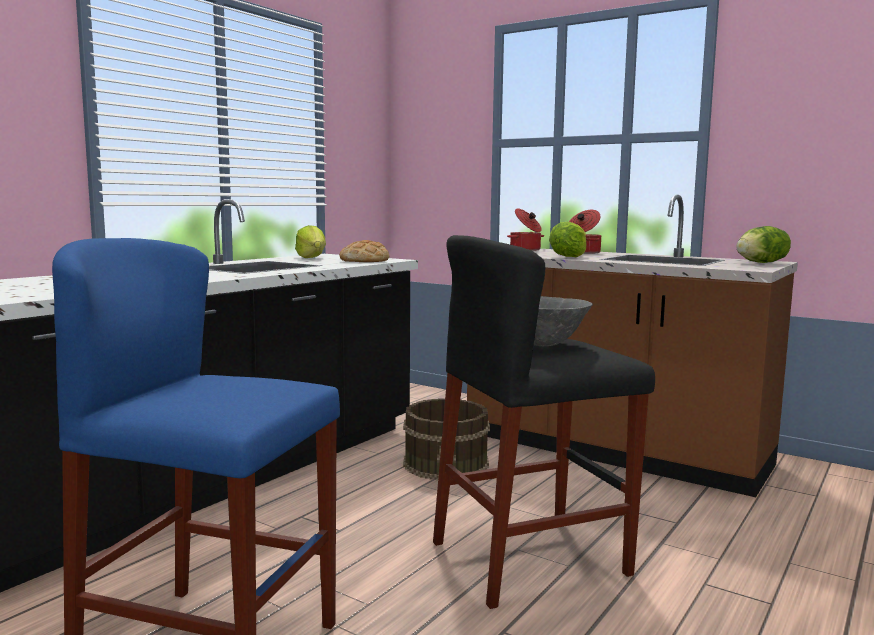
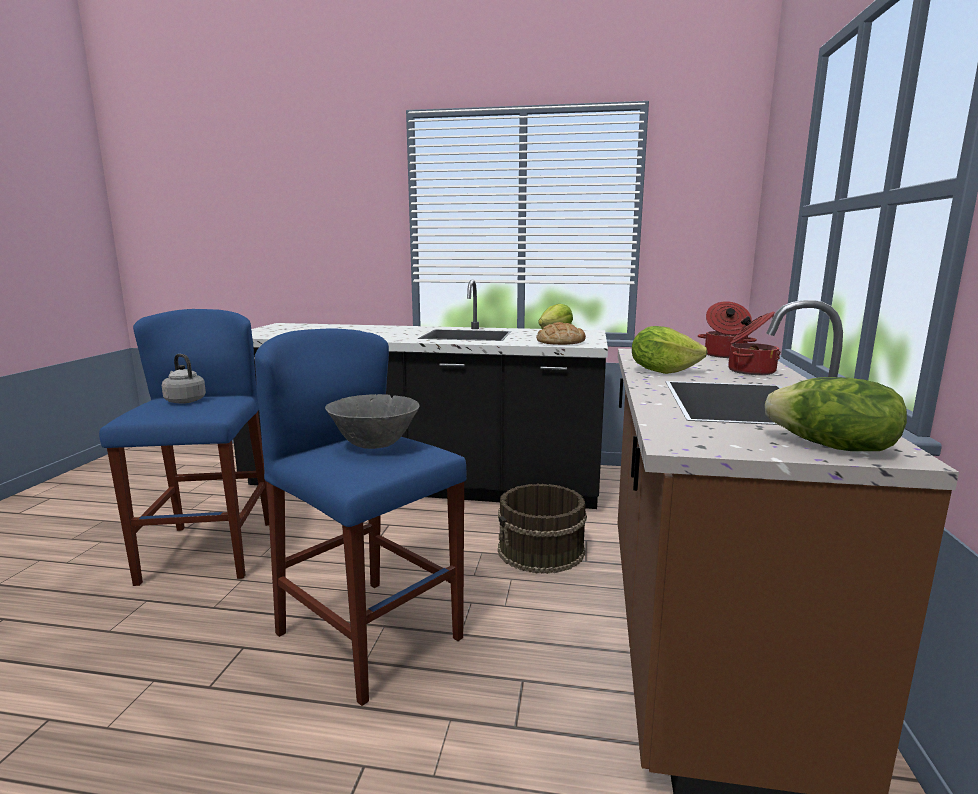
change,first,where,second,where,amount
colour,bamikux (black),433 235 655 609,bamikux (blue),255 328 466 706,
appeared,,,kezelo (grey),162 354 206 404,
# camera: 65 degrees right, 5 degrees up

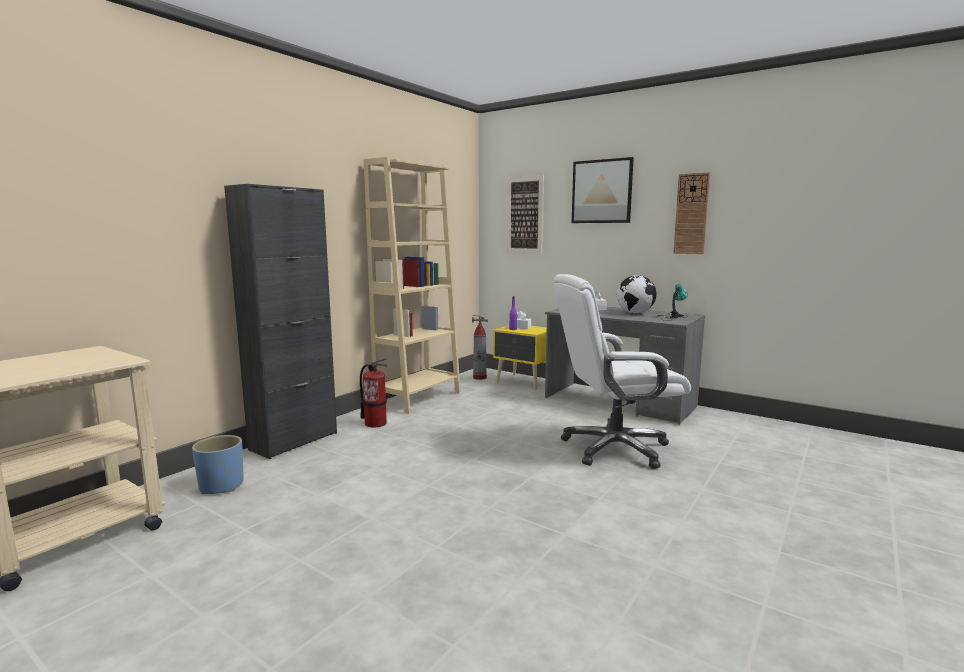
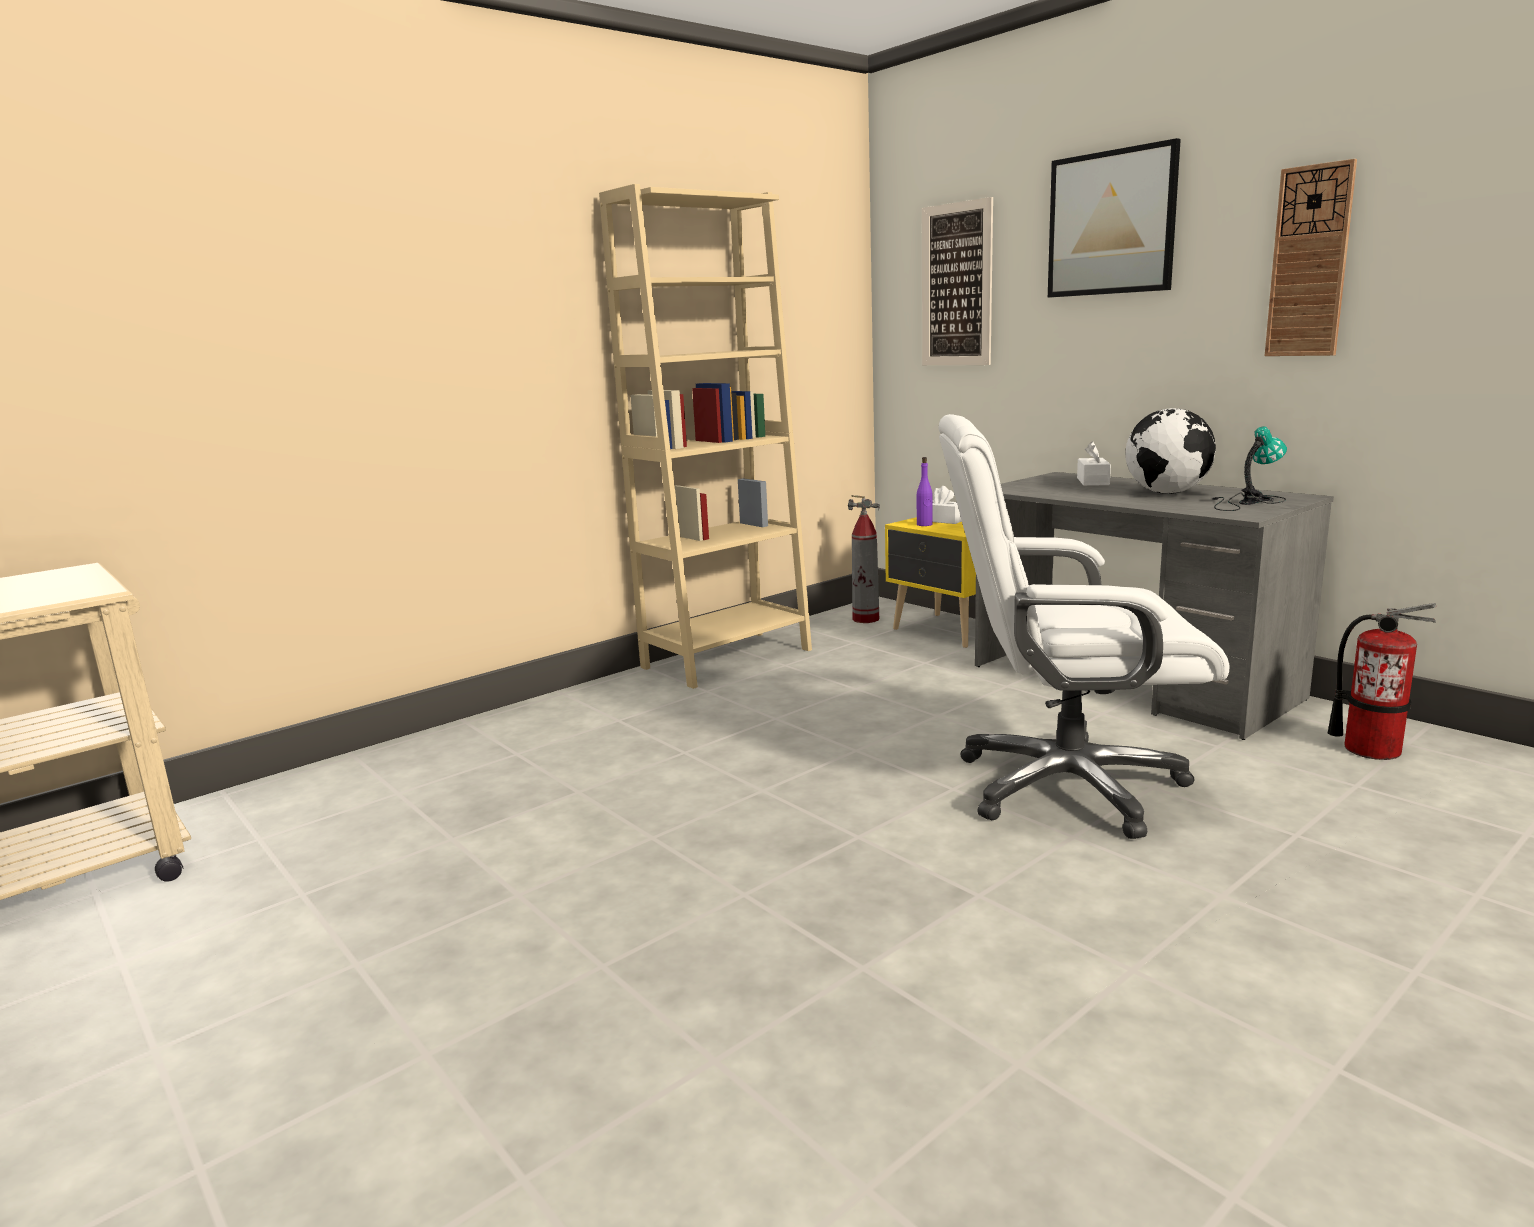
change,first,where,second,where,amount
missing,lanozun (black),224 184 337 459,,,
relocated,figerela,360 358 387 427,,1328 603 1436 760,
missing,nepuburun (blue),192 435 244 494,,,
# camera: 15 degrees right, 5 degrees up

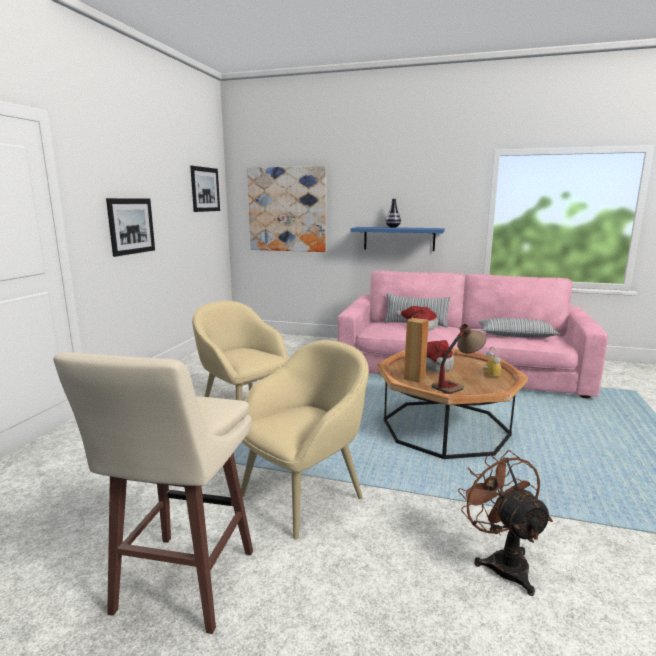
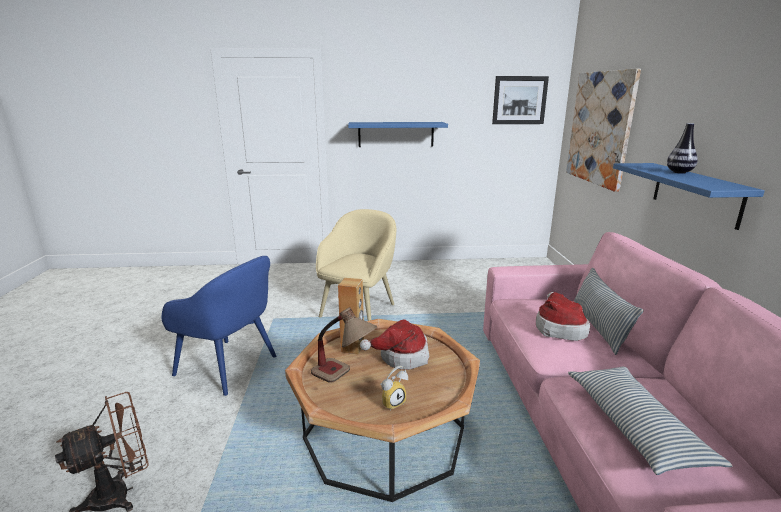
change,first,where,second,where,amount
exchanged,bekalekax,106 198 155 257,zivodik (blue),348 122 448 147,
colour,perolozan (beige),241 340 369 540,perolozan (blue),161 256 277 396,
missing,bamikux (beige),53 352 253 634,,,
# camera: 70 degrees right, 5 degrees up

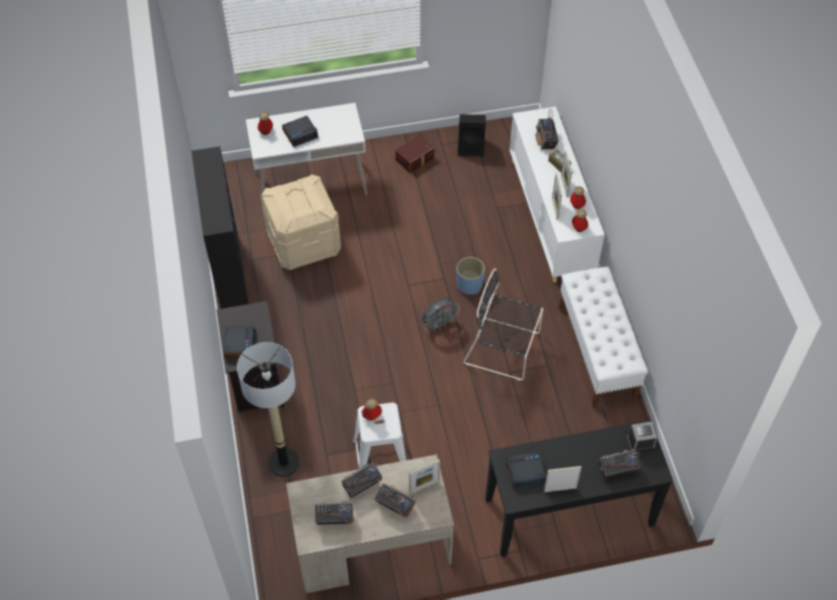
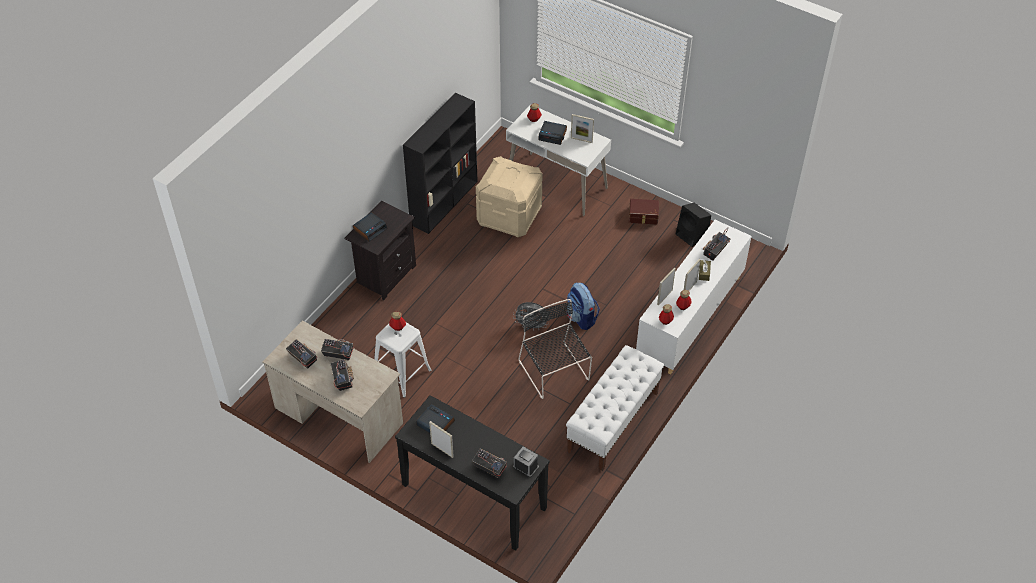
change,first,where,second,where,amount
exchanged,nepuburun (blue),457 257 485 295,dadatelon,566 283 600 330,
missing,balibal,237 342 300 477,,,
relocated,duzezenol,409 460 440 494,,571 114 594 143,
# camera: 45 degrees right, 5 degrees down

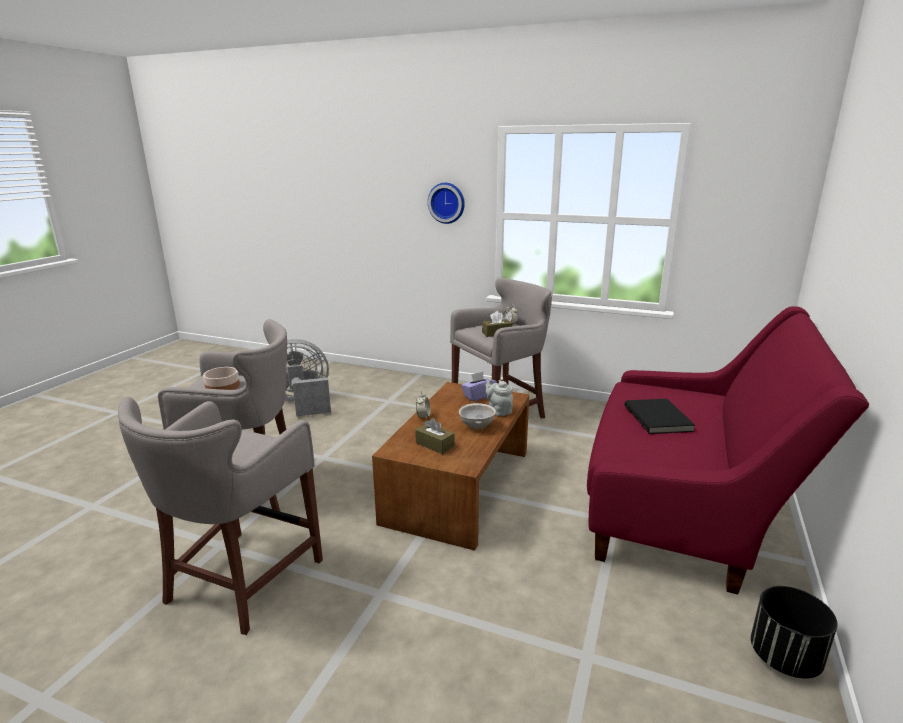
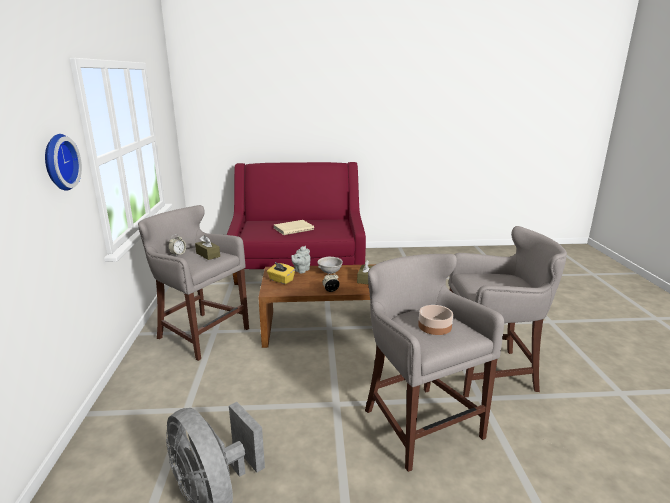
change,first,where,second,where,amount
colour,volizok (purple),461 372 497 401,volizok (yellow),267 262 295 284,
colour,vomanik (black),625 399 695 434,vomanik (beige),274 220 314 235,
missing,nepuburun (black),751 586 838 679,,,
# camera: 115 degrees left, 0 degrees up

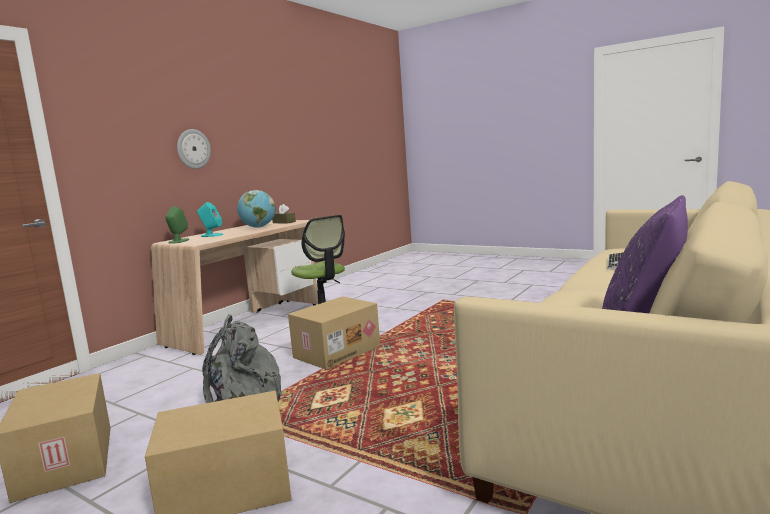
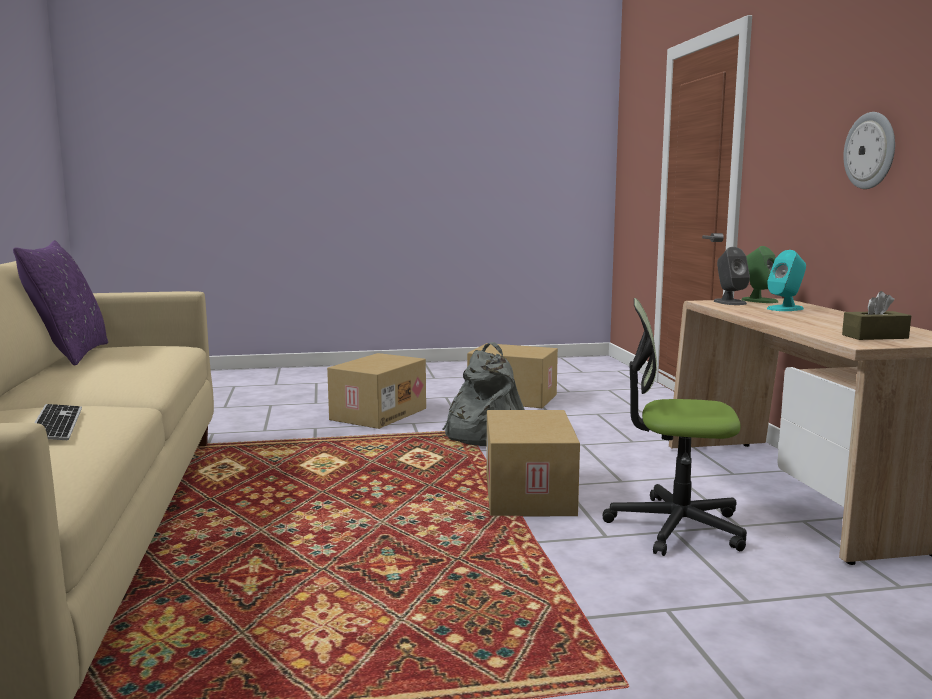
change,first,where,second,where,amount
missing,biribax,237 190 275 228,,,
appeared,,,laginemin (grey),714 247 750 305,
# camera: 135 degrees right, 0 degrees up

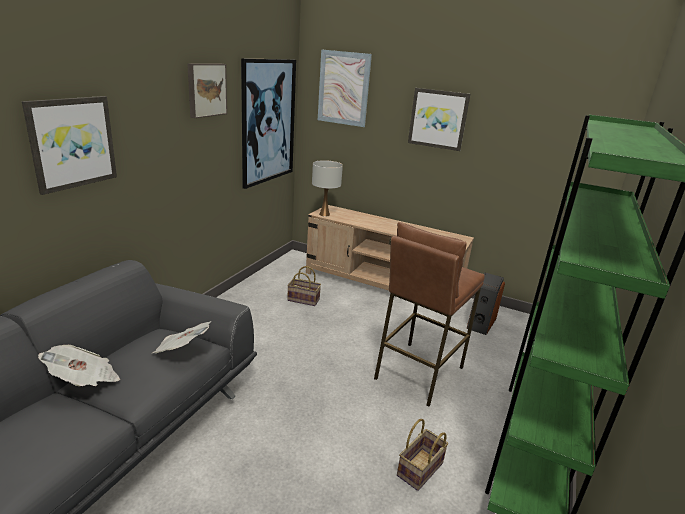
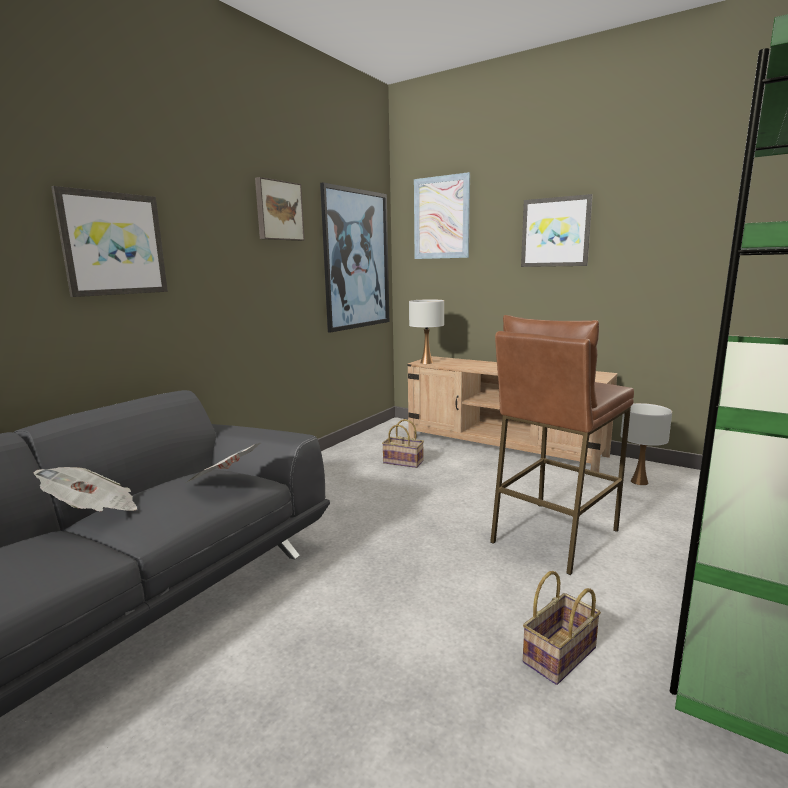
change,first,where,second,where,amount
exchanged,laginemin,467 273 505 335,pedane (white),621 403 672 485,
# camera: 10 degrees right, 10 degrees down

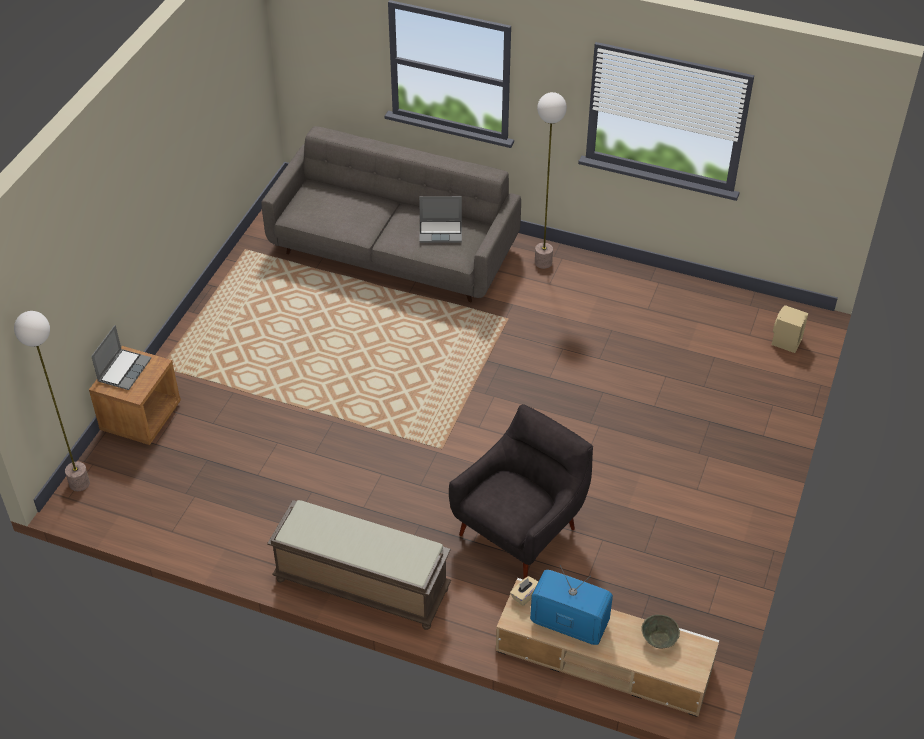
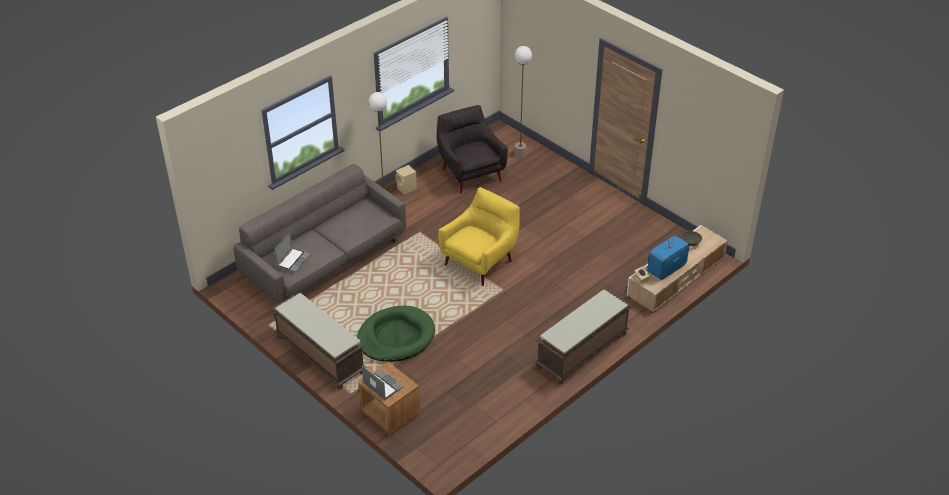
change,first,where,second,where,amount
relocated,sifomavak,419 196 462 243,,274 232 311 273,
relocated,laginemin (beige),772 305 808 353,,395 165 417 194,
relocated,balibal,14 311 90 491,,515 46 532 158,
relocated,perolozan (grey),449 404 593 578,,437 105 508 193,
appeared,,,perolozan (yellow),438 187 520 286,
appeared,,,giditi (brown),271 293 367 389,
appeared,,,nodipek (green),357 306 435 362,
# camera: 65 degrees left, 5 degrees down

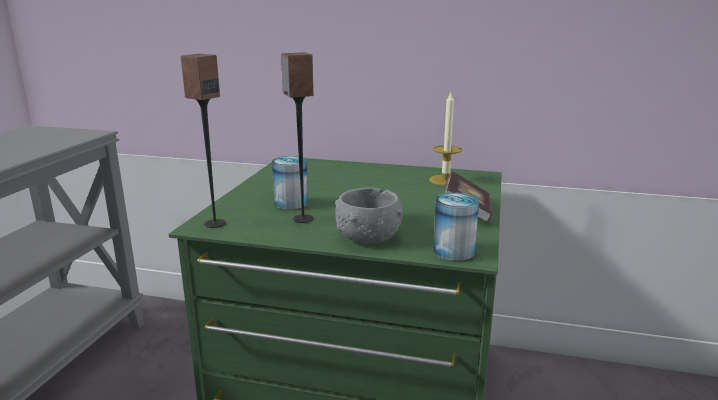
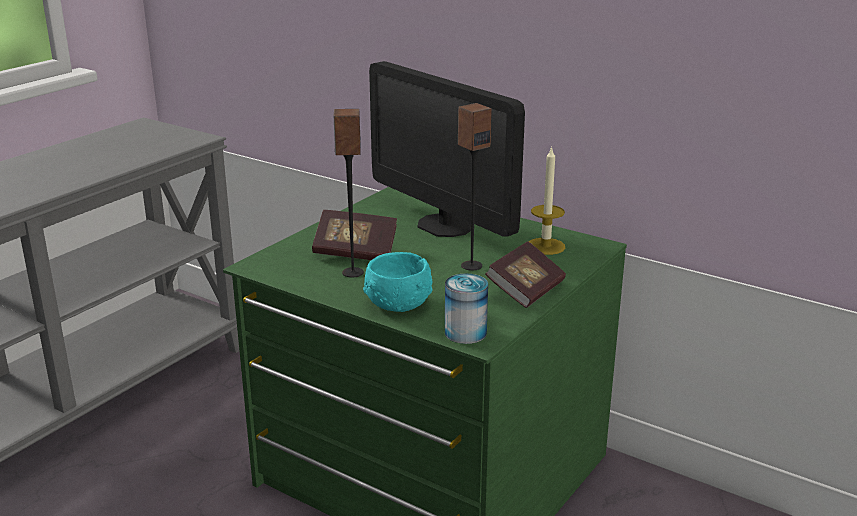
change,first,where,second,where,amount
relocated,laginemin,181 54 226 228,,458 103 492 271,
exchanged,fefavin,272 156 308 210,vomanik,312 210 397 260,
colour,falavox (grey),335 187 402 244,falavox (turquoise),363 252 433 312,
appeared,,,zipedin,369 61 525 237,
# camera: 20 degrees right, 5 degrees up

